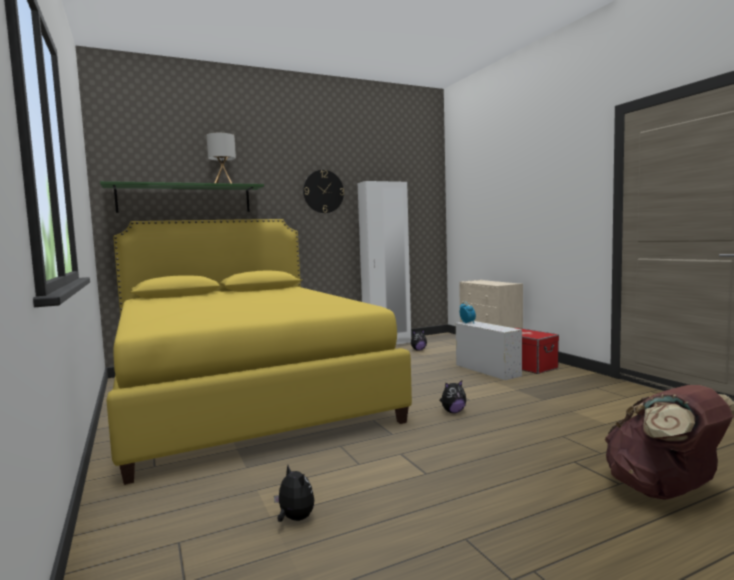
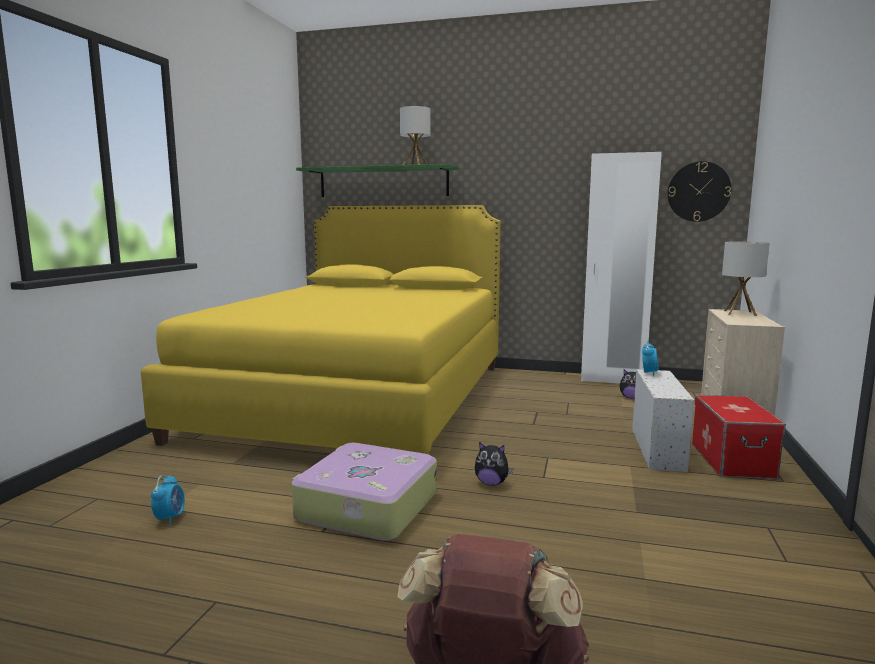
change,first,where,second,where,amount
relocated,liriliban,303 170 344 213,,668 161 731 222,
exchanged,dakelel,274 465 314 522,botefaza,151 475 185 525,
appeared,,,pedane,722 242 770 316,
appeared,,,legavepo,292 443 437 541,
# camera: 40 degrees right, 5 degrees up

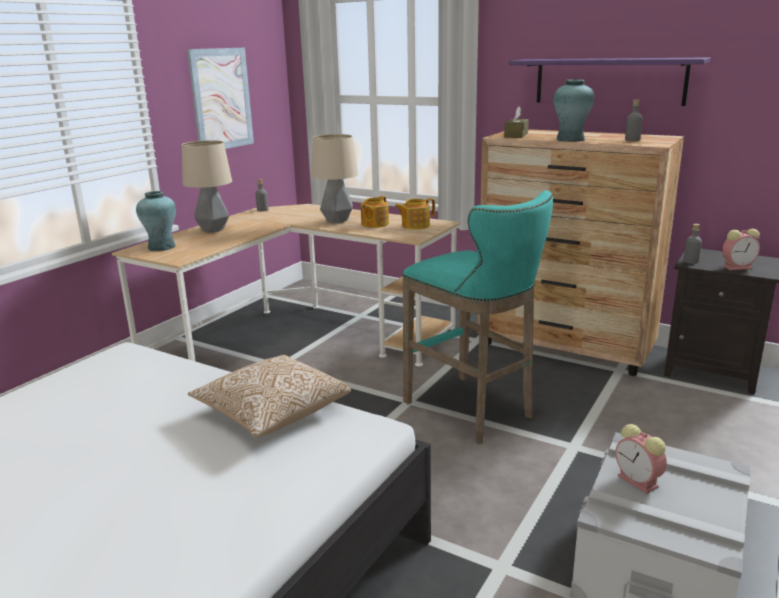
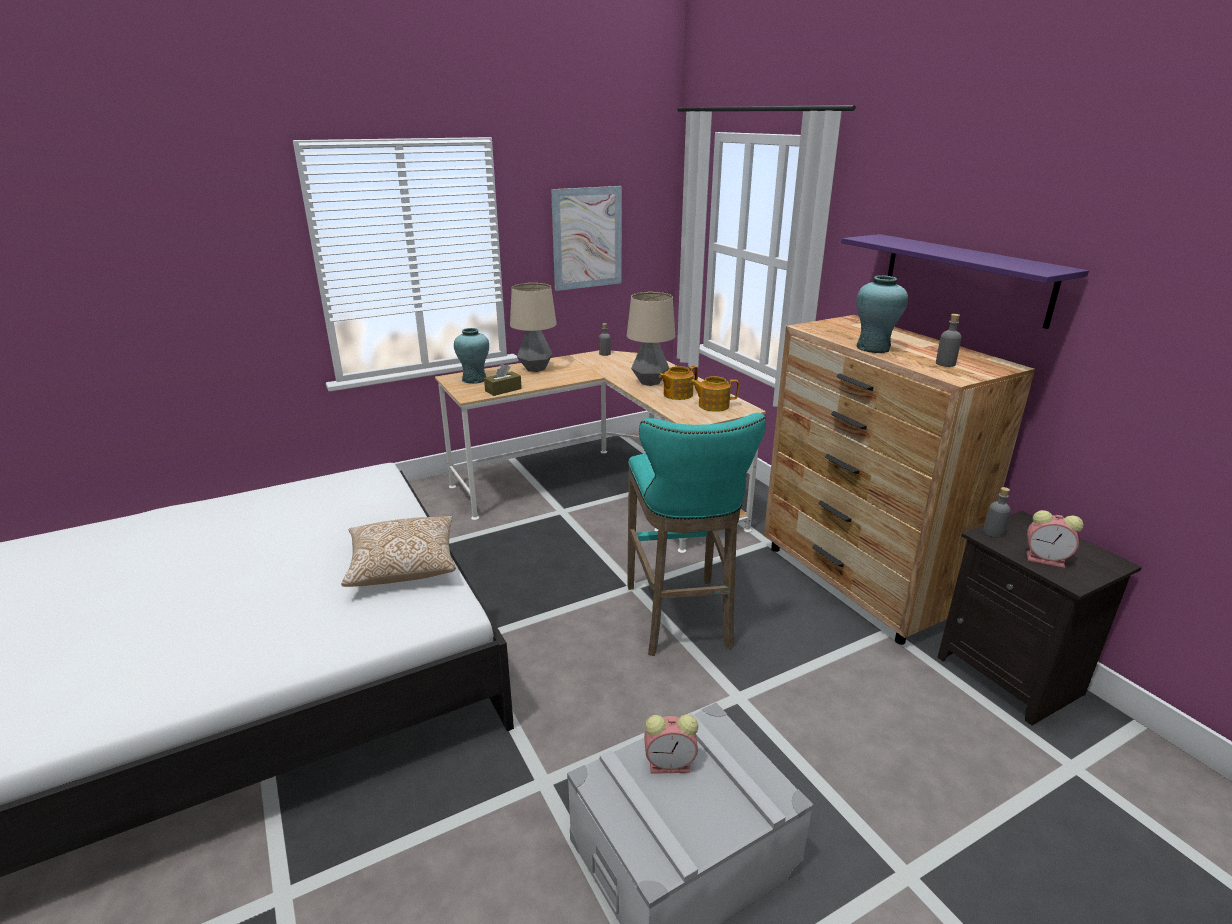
change,first,where,second,where,amount
relocated,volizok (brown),504 107 529 138,,484 364 522 396,
spun,botefaza,615 424 667 494,,644 714 698 774,90 degrees counterclockwise
# camera: 30 degrees right, 5 degrees up

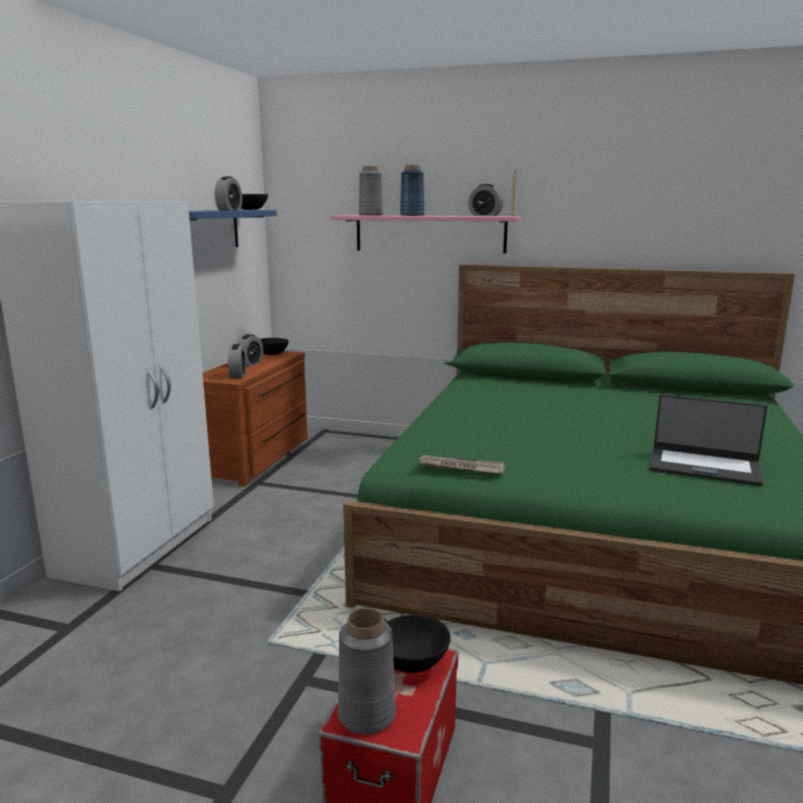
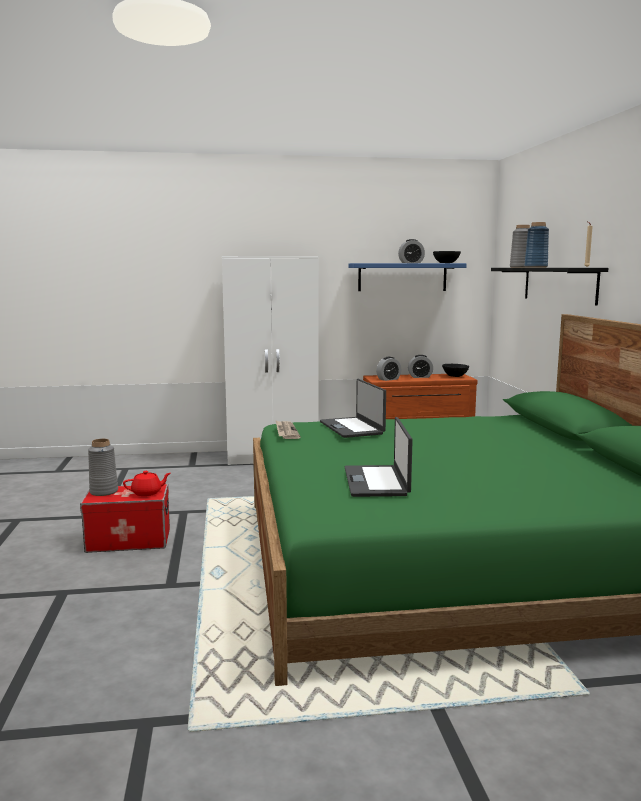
change,first,where,second,where,amount
missing,botefaza,468 184 503 216,,,
colour,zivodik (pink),330 215 522 254,zivodik (black),491 268 608 306,
exchanged,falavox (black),386 615 451 673,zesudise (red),123 471 171 496,
appeared,,,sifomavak,320 379 386 438,
# camera: 65 degrees right, 5 degrees down

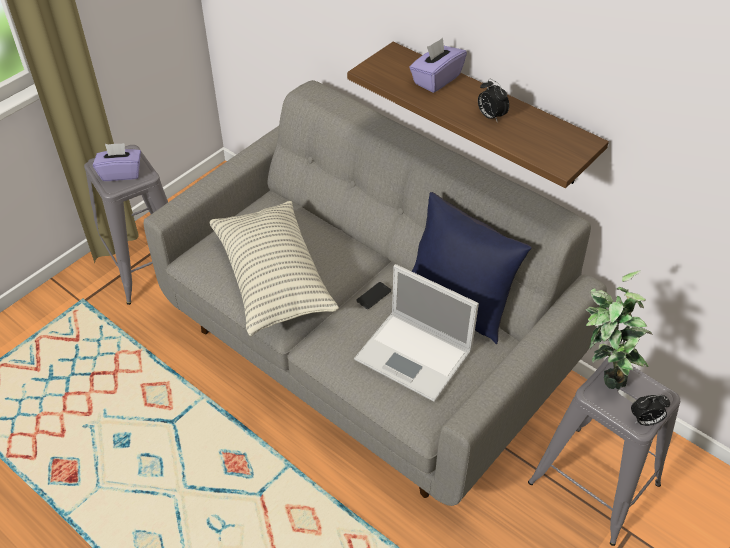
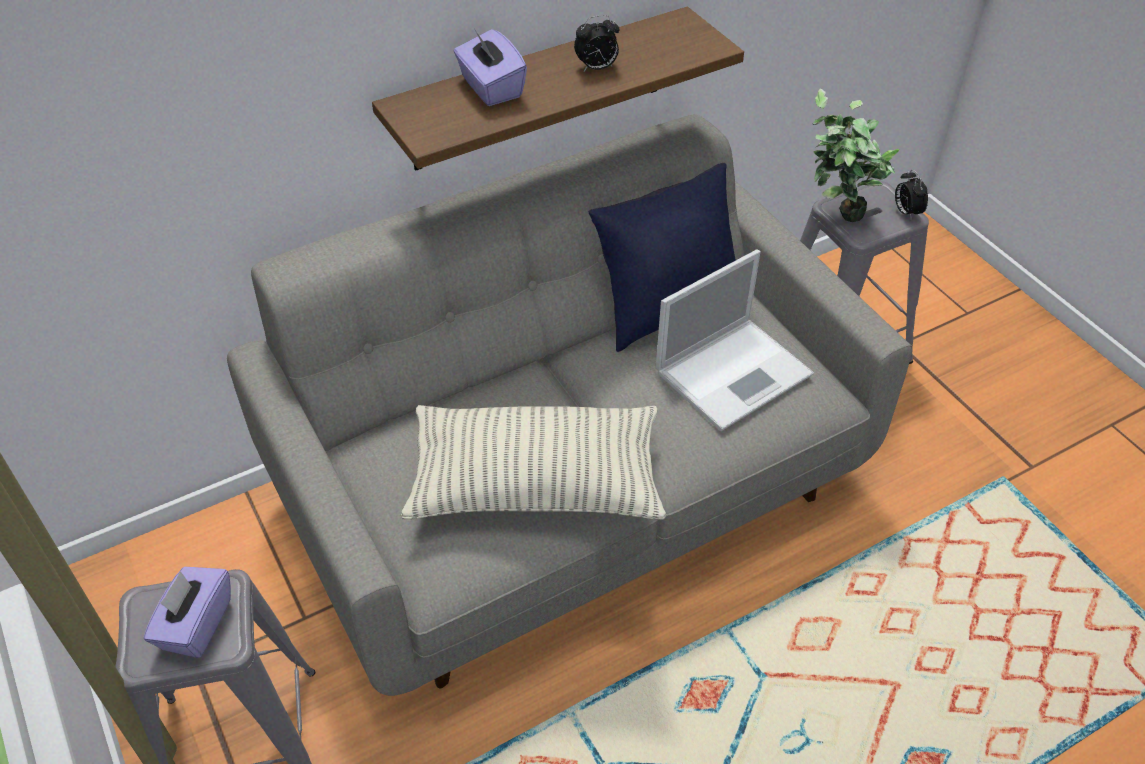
change,first,where,second,where,amount
missing,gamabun,356 282 391 309,,,
spun,botefaza,631 395 670 426,,895 169 928 220,150 degrees clockwise
# camera: 70 degrees left, 0 degrees up

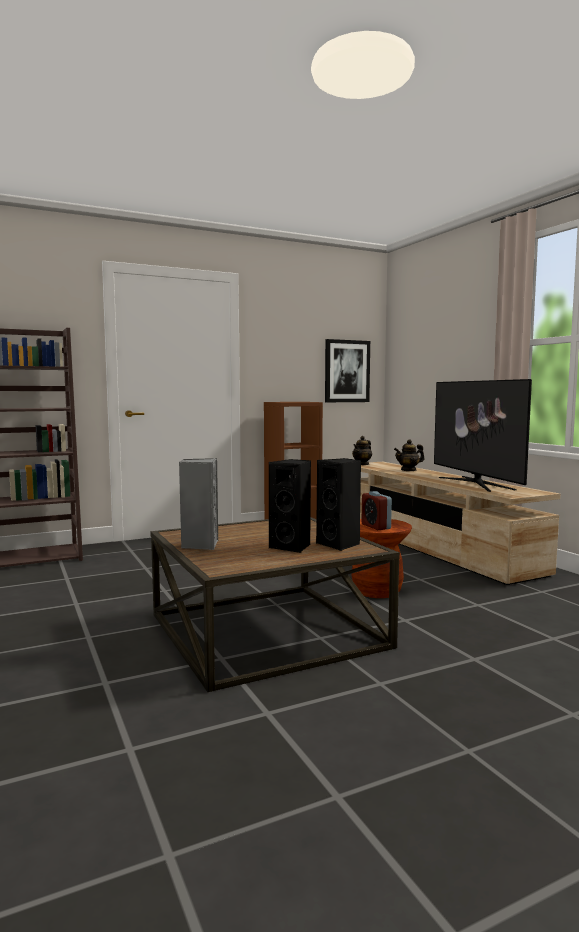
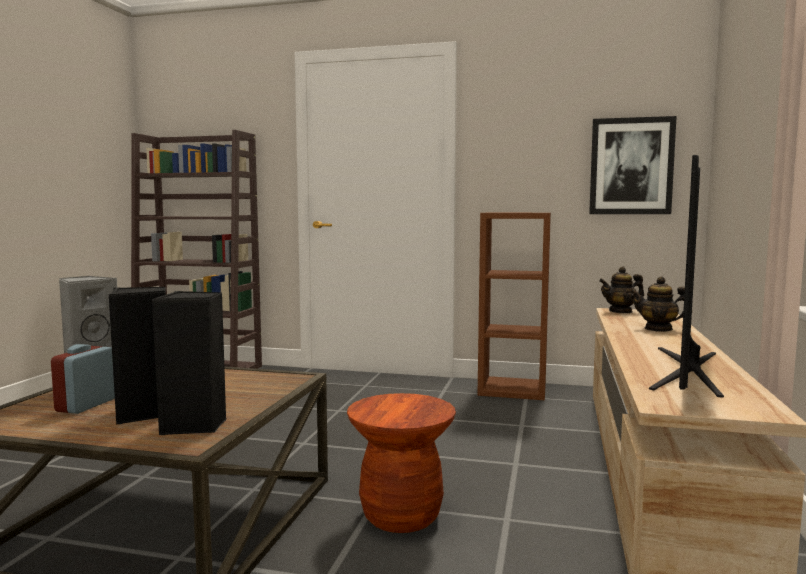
change,first,where,second,where,amount
relocated,botefaza,362 491 392 530,,51 344 115 414,
# camera: 40 degrees right, 0 degrees up

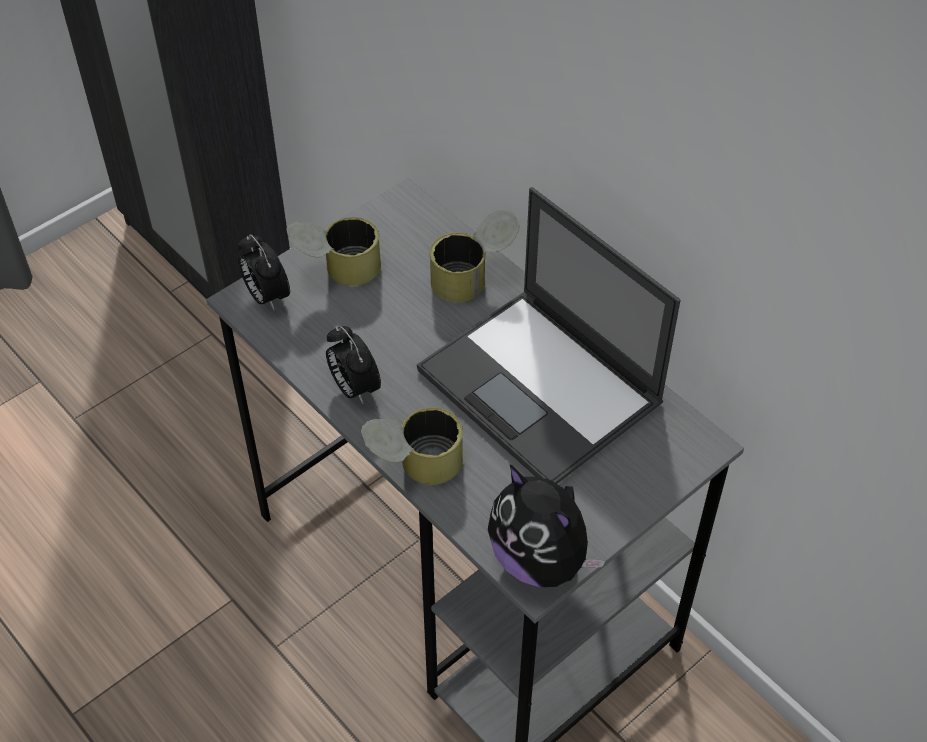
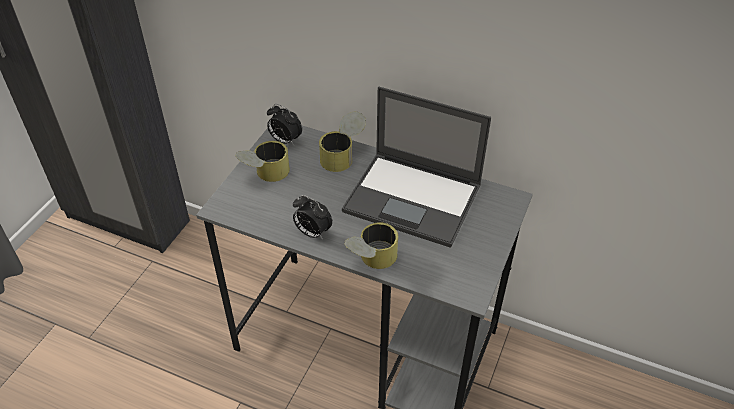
change,first,where,second,where,amount
relocated,botefaza,238 234 290 311,,267 104 302 145,
missing,dakelel,488 465 606 587,,,
# camera: 25 degrees left, 5 degrees down

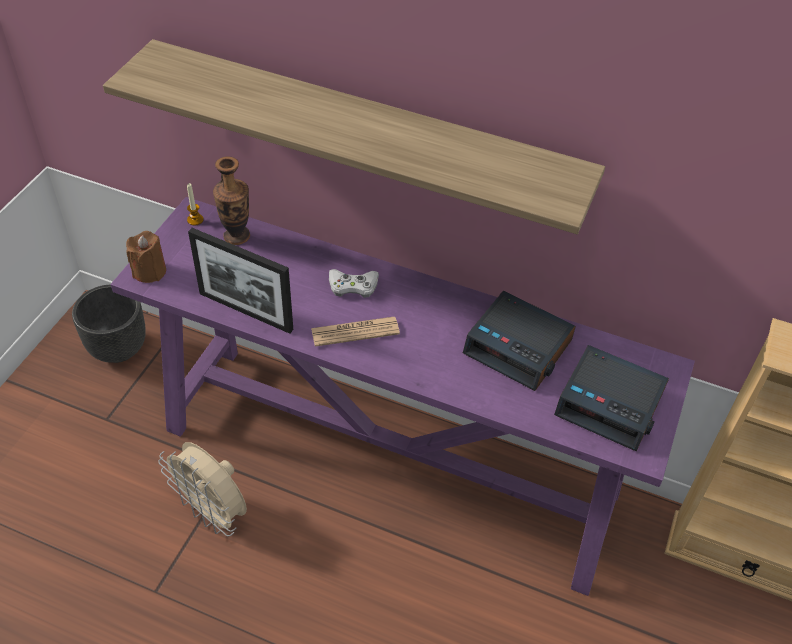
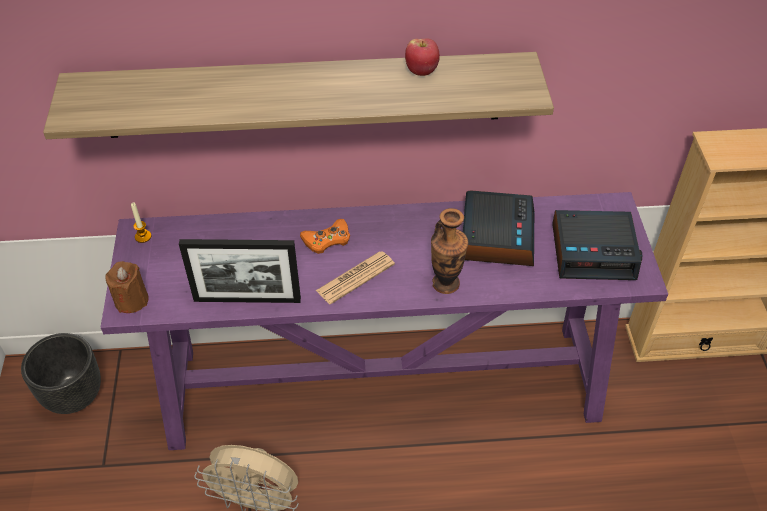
change,first,where,second,where,amount
relocated,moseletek,213 156 250 245,,431 208 468 294,
colour,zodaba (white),329 269 379 298,zodaba (orange),300 219 350 254,
spun,botefaza,463 291 576 391,,463 191 534 266,90 degrees counterclockwise
appeared,,,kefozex,405 39 440 76,
# camera: 25 degrees left, 0 degrees up

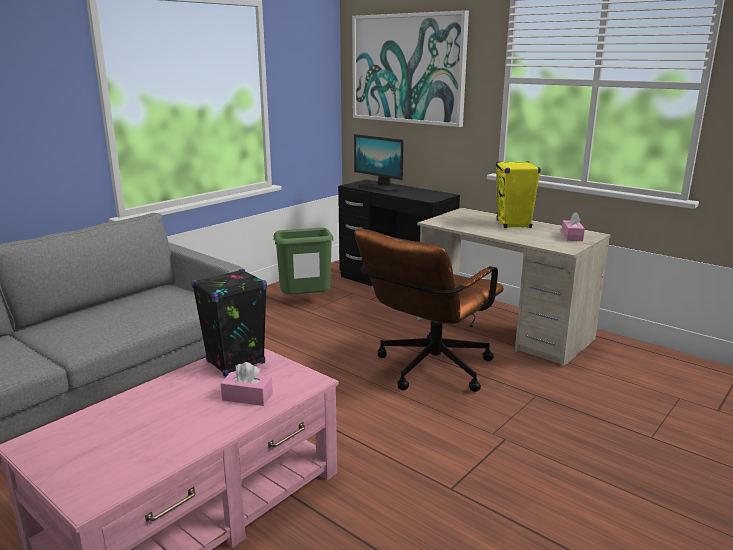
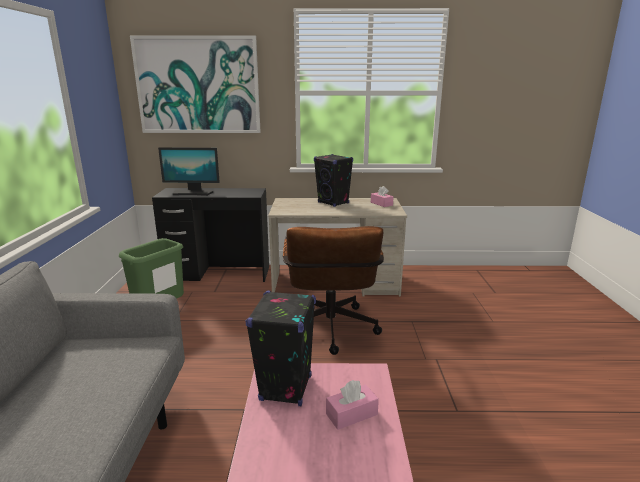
change,first,where,second,where,amount
colour,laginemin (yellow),496 161 541 228,laginemin (black),314 154 353 207,
# camera: 40 degrees left, 0 degrees up

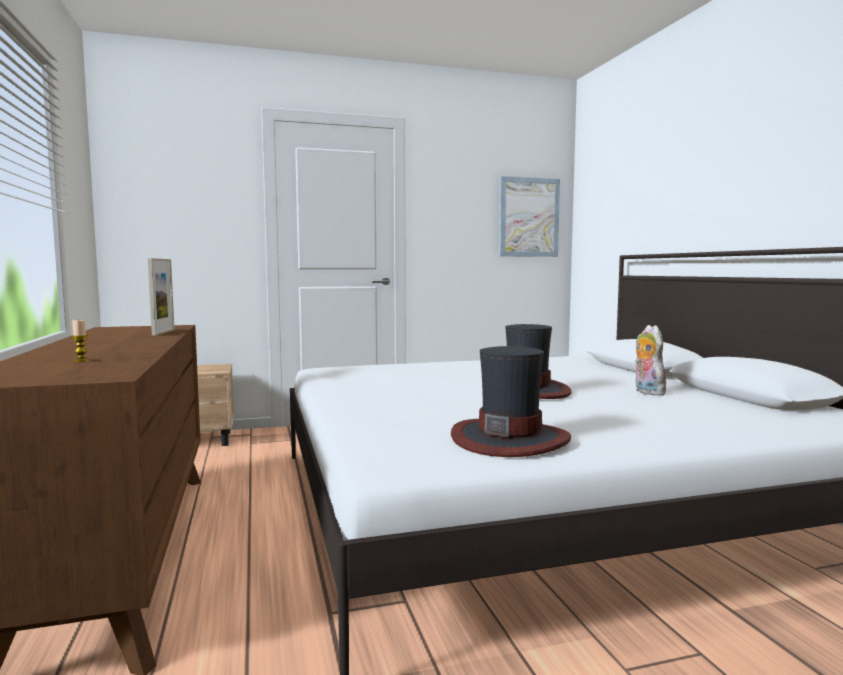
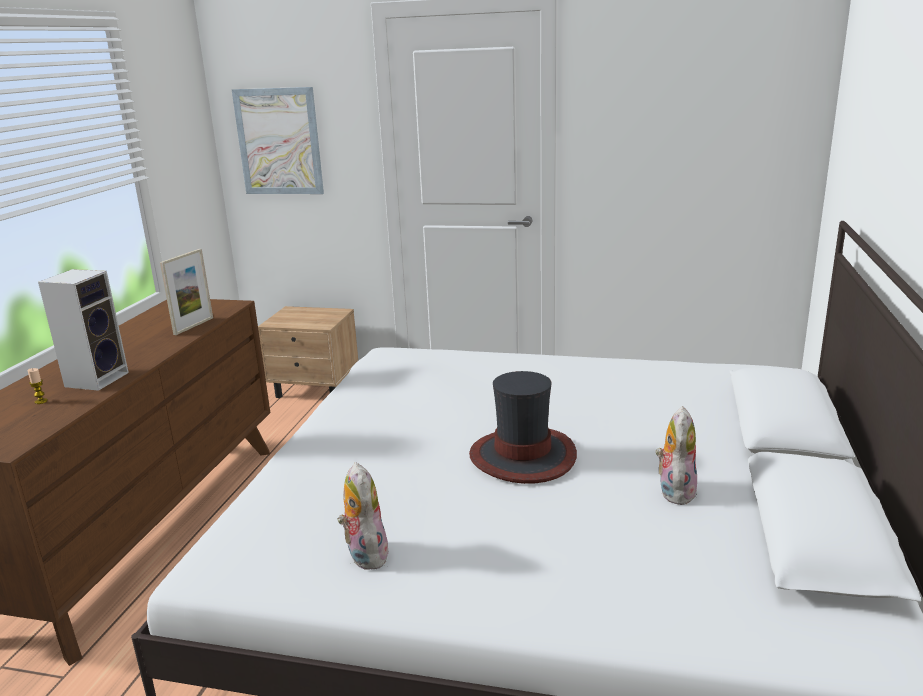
change,first,where,second,where,amount
relocated,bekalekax,499 176 560 257,,232 87 324 194,
exchanged,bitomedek,451 346 571 457,dakelel,337 462 388 570,
appeared,,,laginemin,38 269 129 391,
# camera: 30 degrees right, 15 degrees up

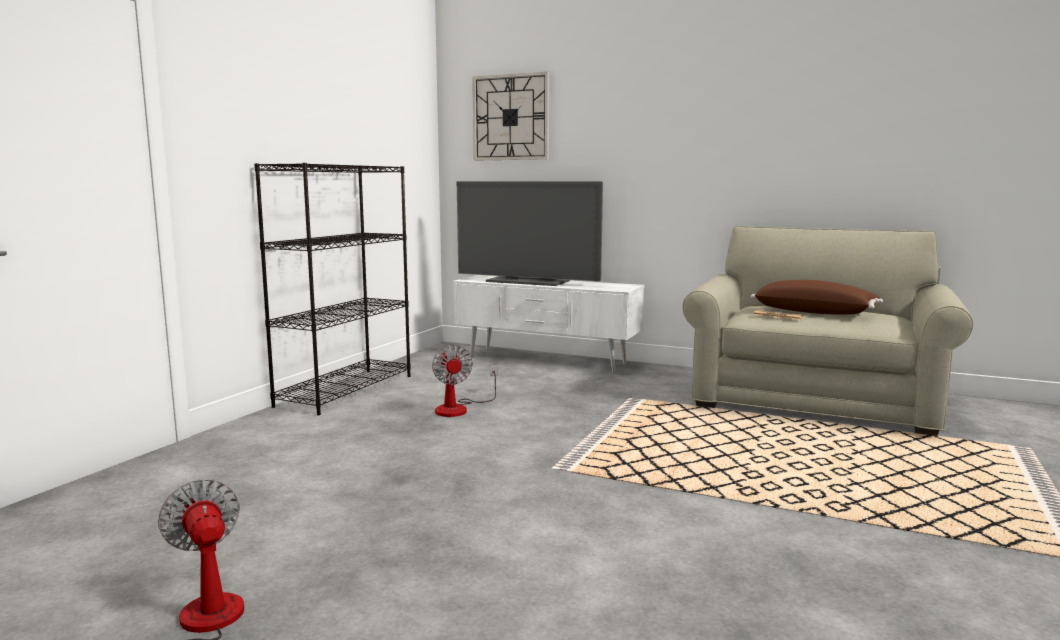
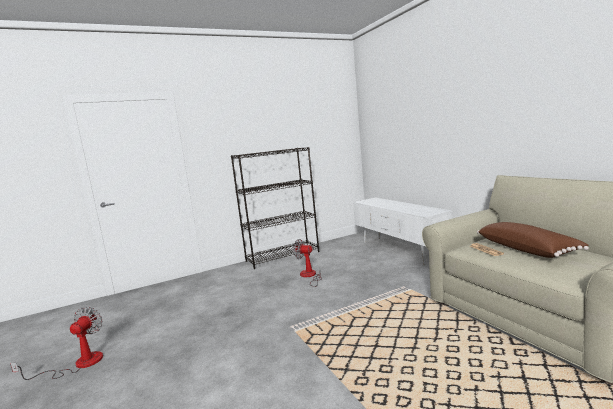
change,first,where,second,where,amount
missing,liriliban,472 72 549 161,,,
missing,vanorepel,457 181 603 286,,,
spun,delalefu,432 345 497 417,,294 239 322 287,90 degrees clockwise
# camera: 40 degrees right, 0 degrees up

